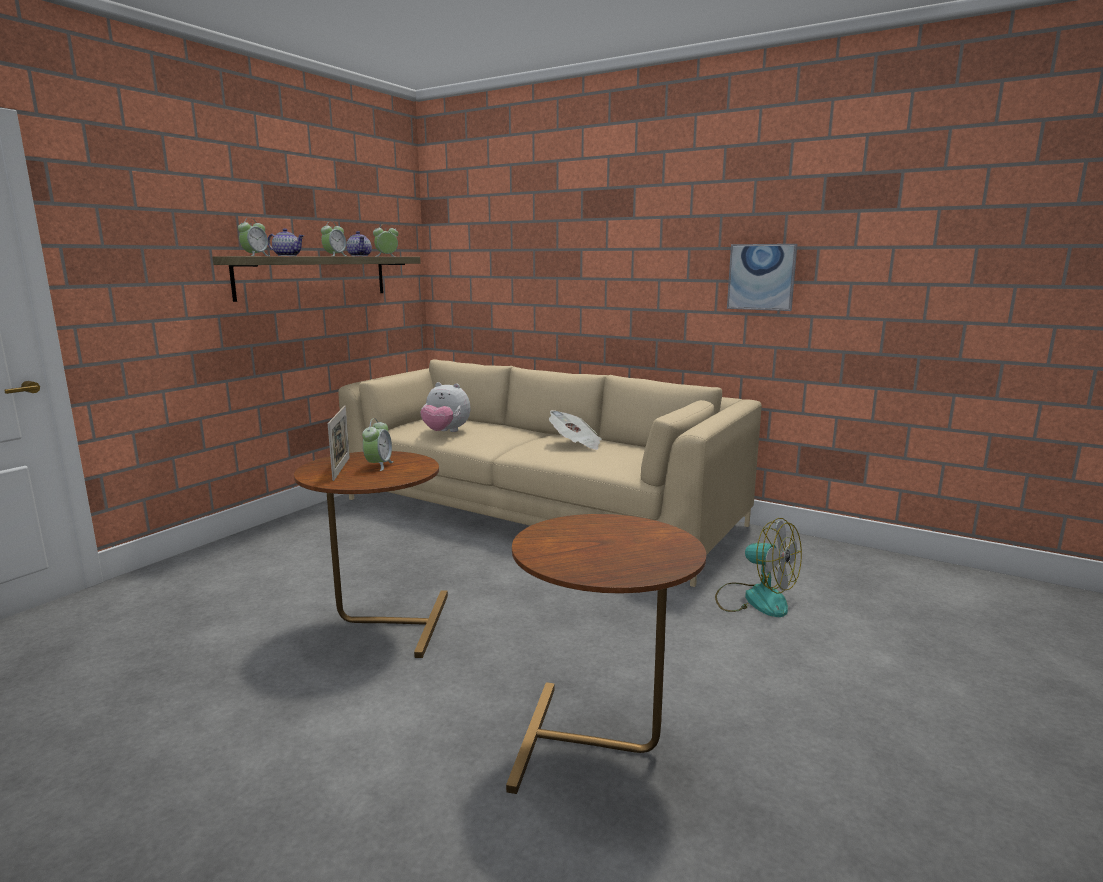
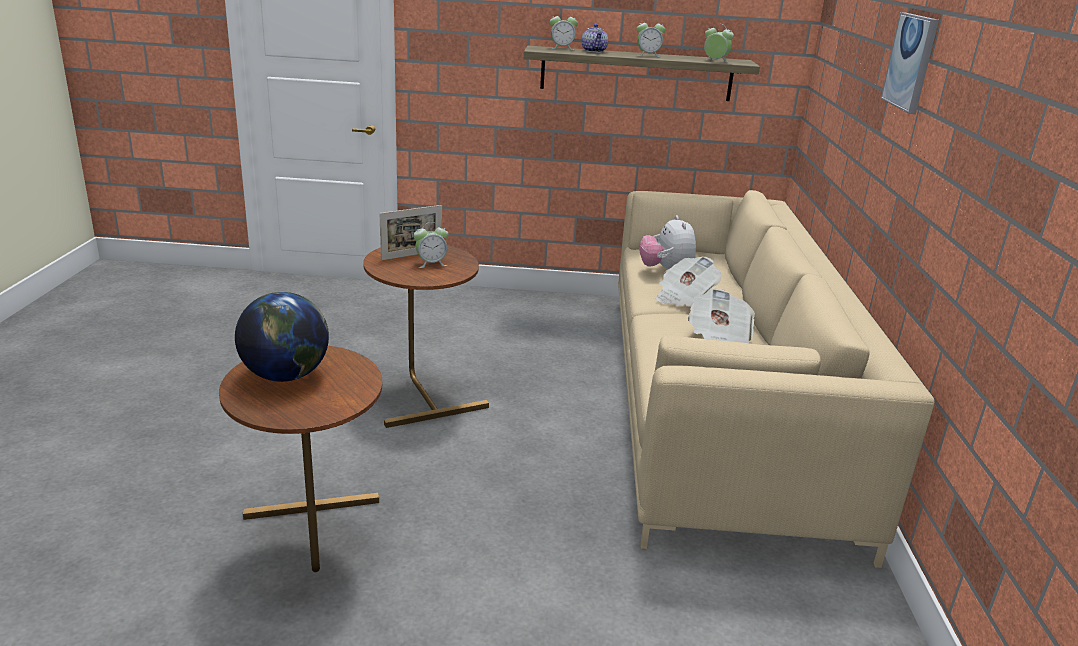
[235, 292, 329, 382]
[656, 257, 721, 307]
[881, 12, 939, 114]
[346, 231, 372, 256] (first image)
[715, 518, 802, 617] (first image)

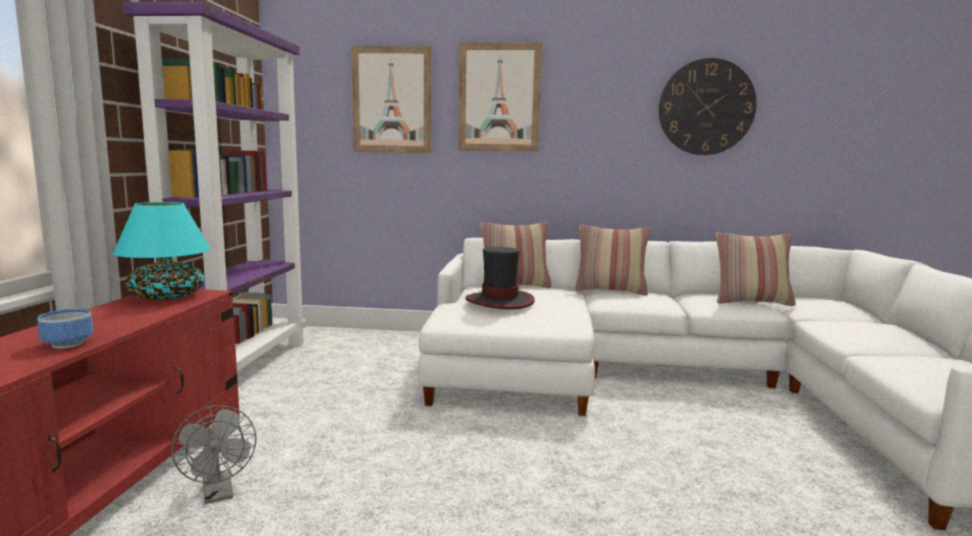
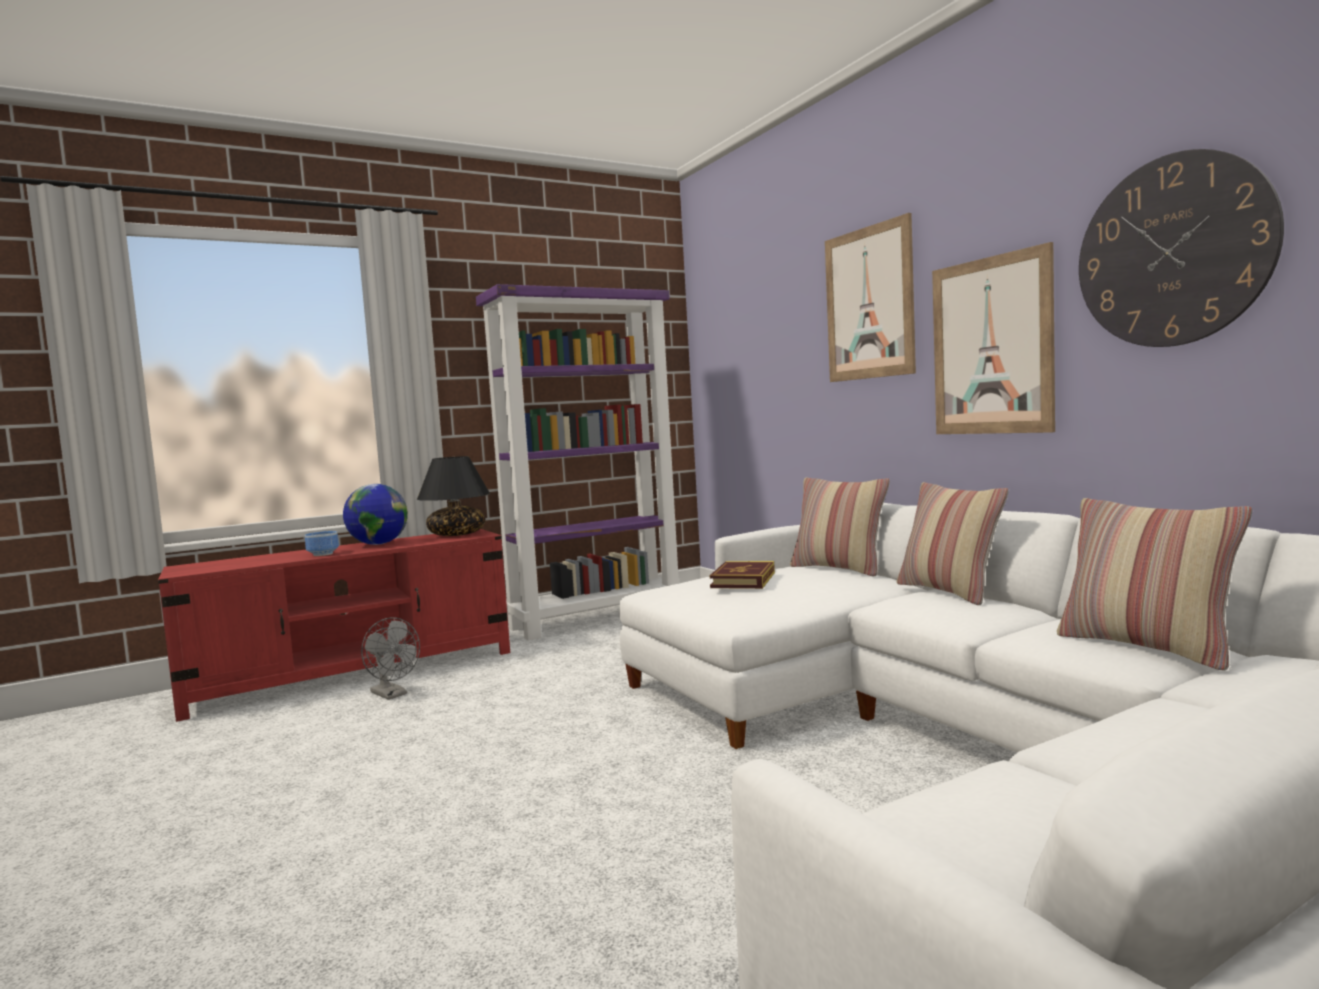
[343, 484, 408, 545]
[361, 617, 420, 700]
[417, 456, 490, 536]
[710, 561, 775, 589]
[932, 242, 1055, 434]

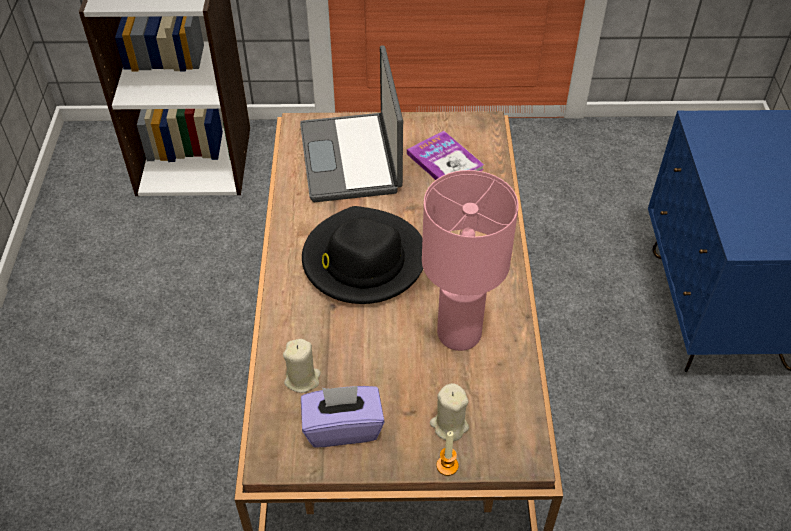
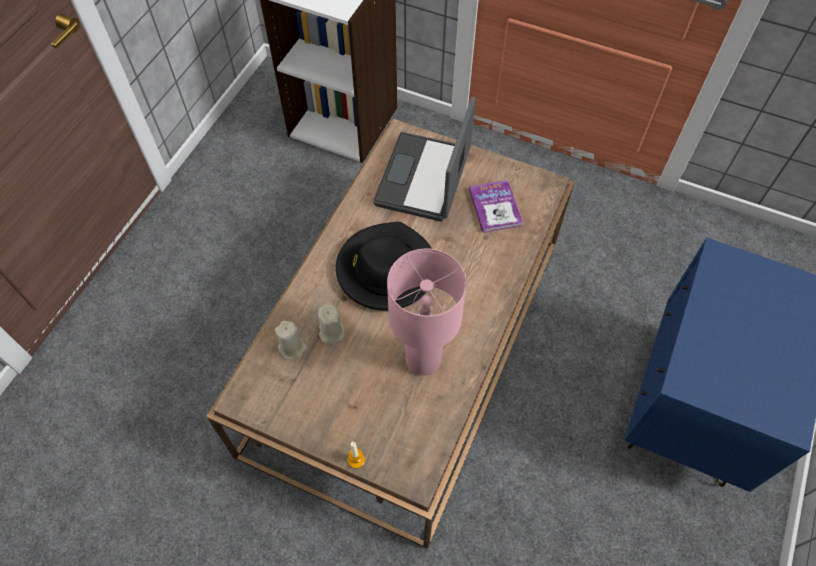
[318, 304, 344, 345]
[301, 386, 385, 448] (first image)

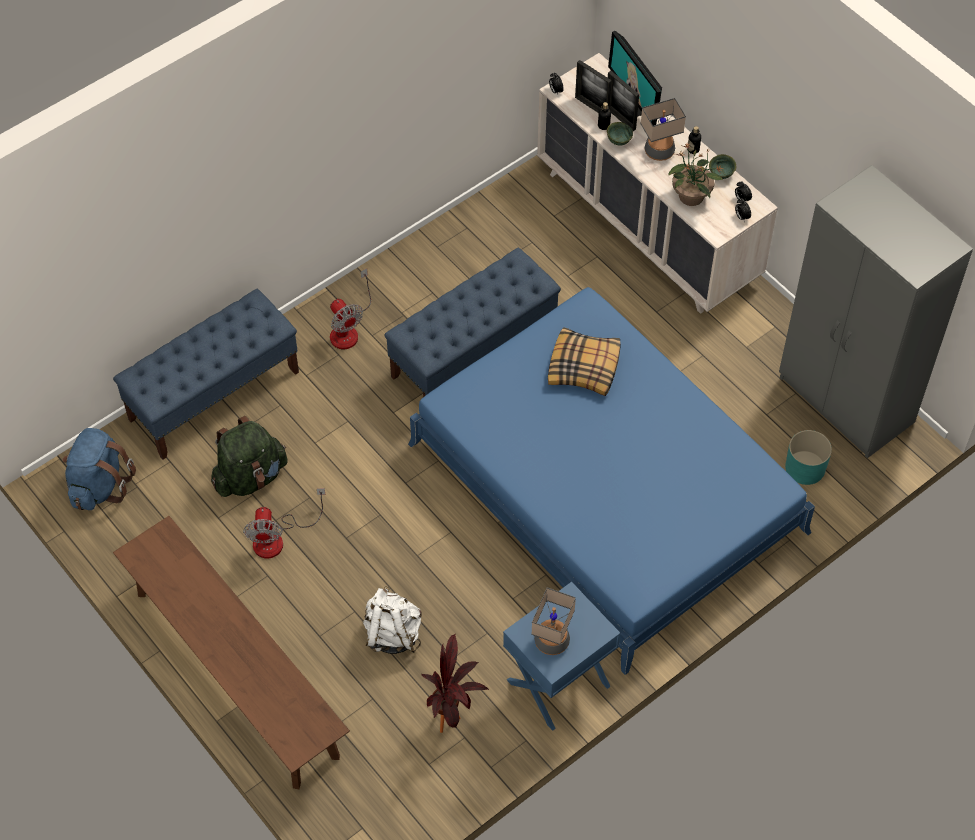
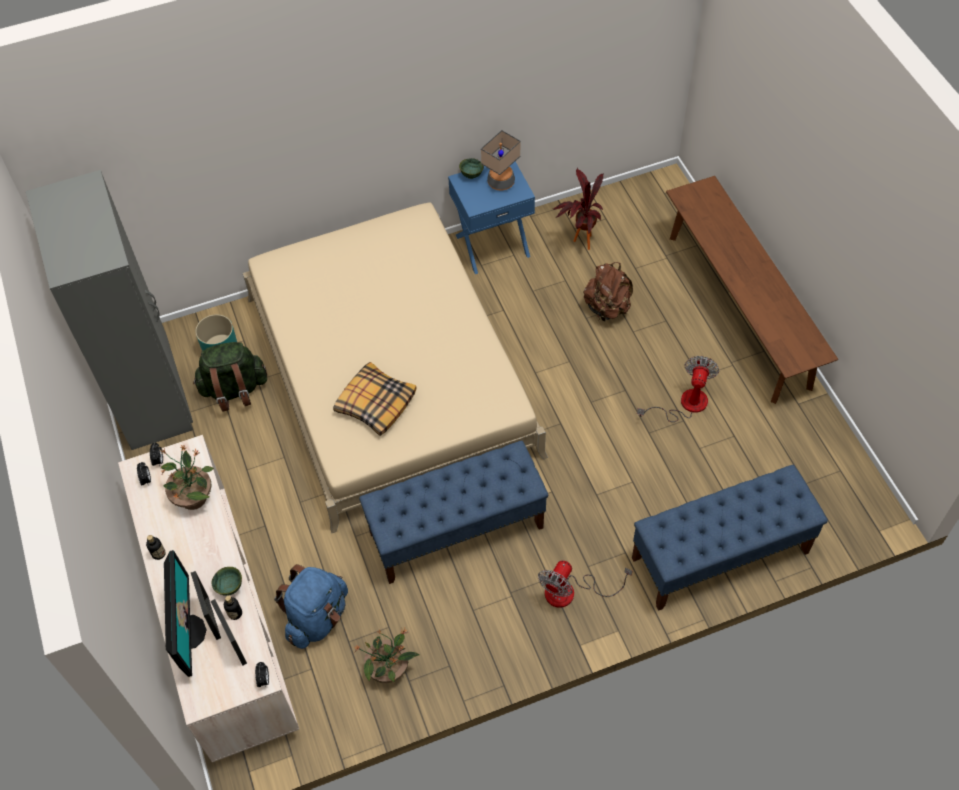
[193, 342, 267, 412]
[243, 202, 548, 533]
[274, 564, 348, 649]
[353, 628, 419, 683]
[459, 158, 484, 179]
[538, 560, 632, 608]
[584, 262, 633, 322]
[641, 98, 686, 161] (first image)

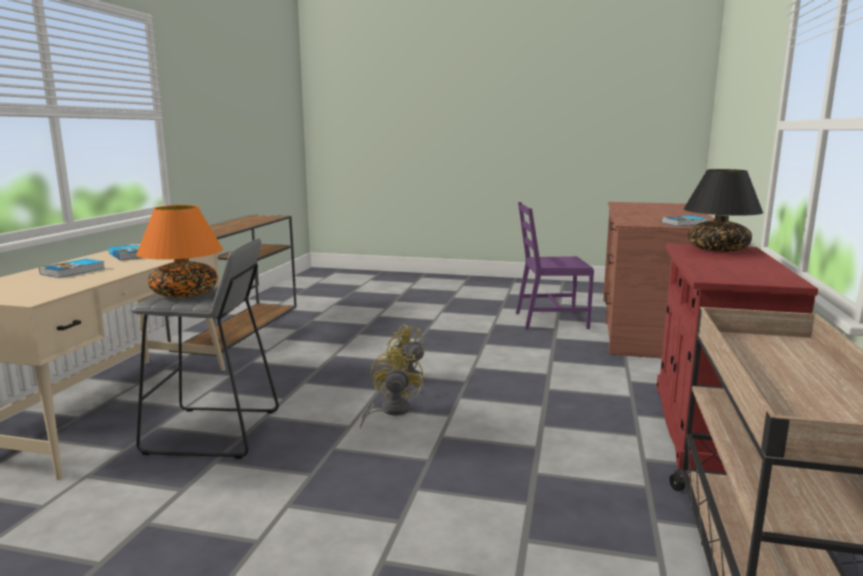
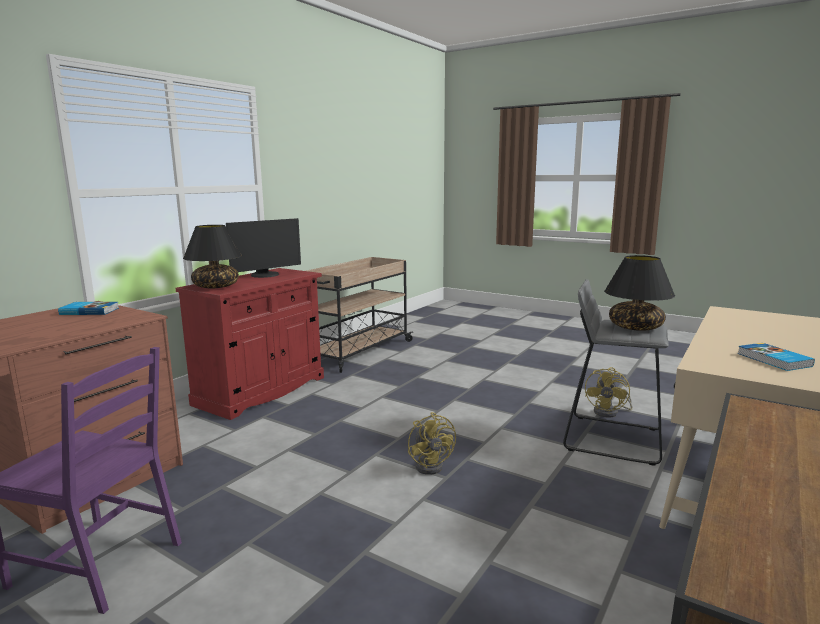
[226, 218, 301, 278]
[585, 367, 633, 418]
[604, 255, 675, 331]
[39, 259, 105, 278] (first image)

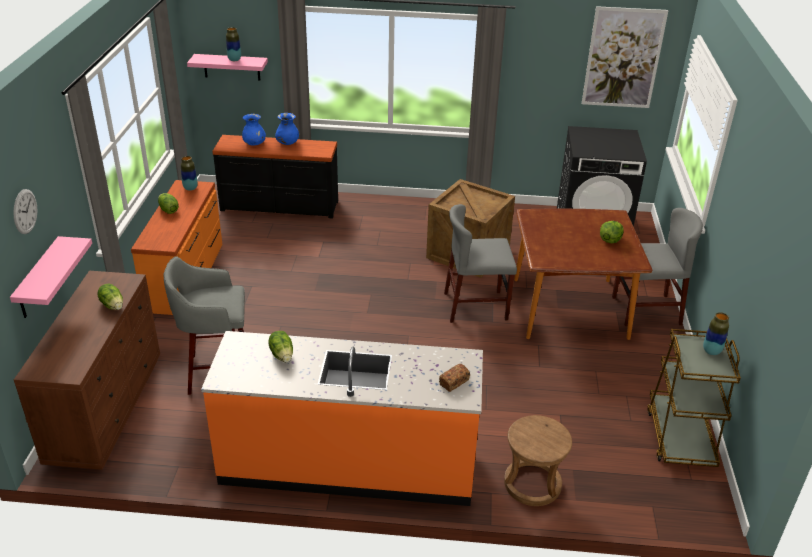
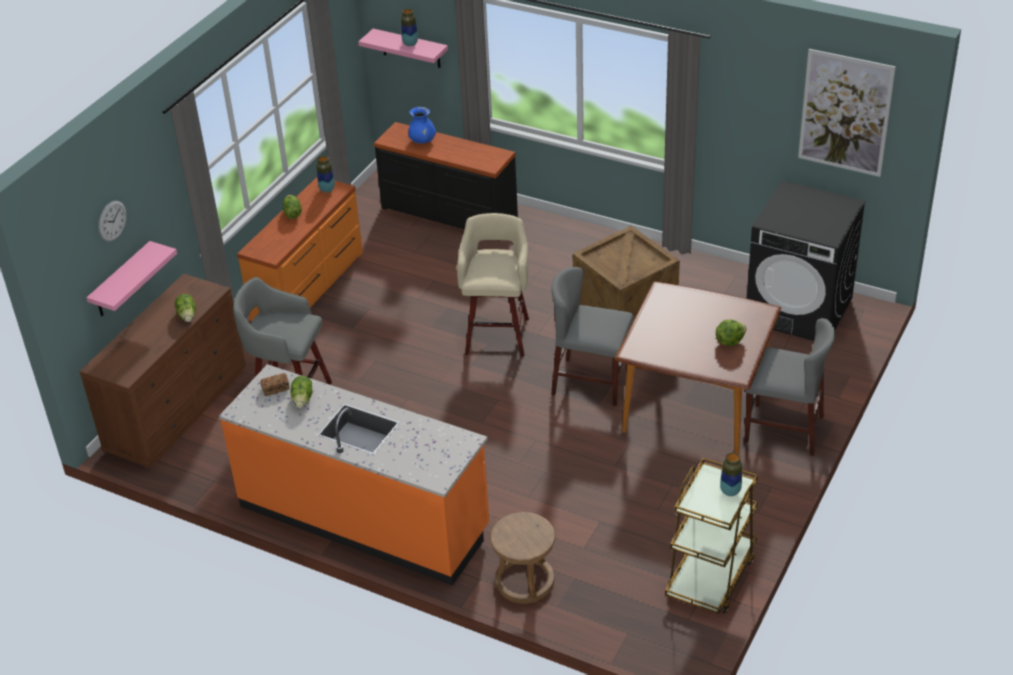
[260, 373, 290, 396]
[457, 213, 529, 357]
[275, 113, 299, 145] (first image)

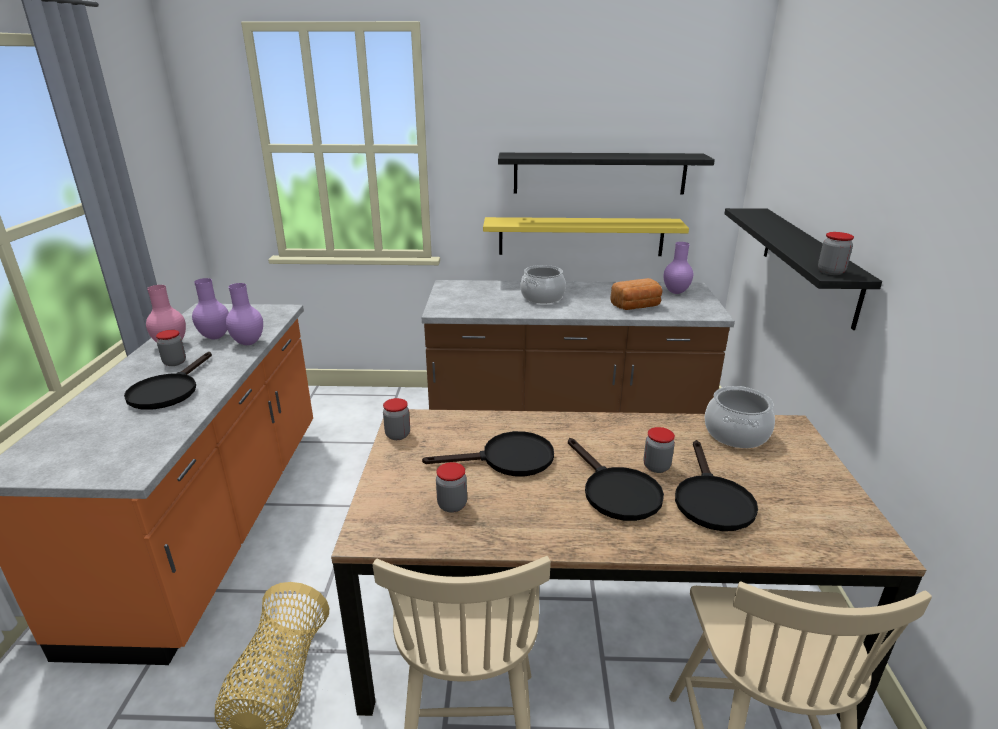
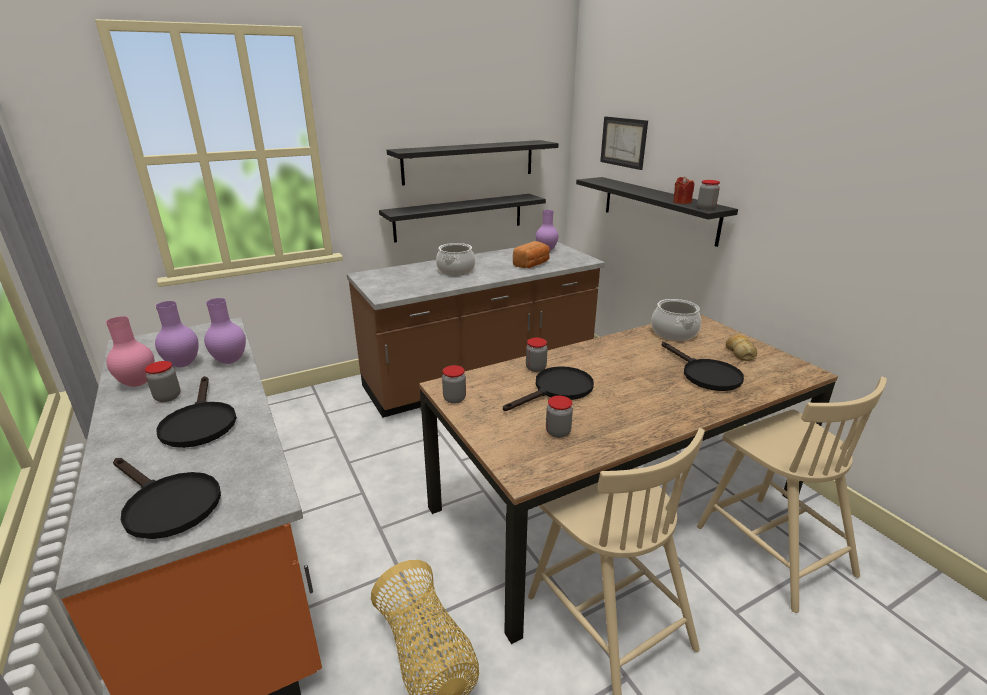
[113, 458, 221, 539]
[379, 194, 546, 243]
[526, 338, 548, 372]
[600, 116, 648, 170]
[673, 177, 694, 204]
[726, 335, 757, 361]

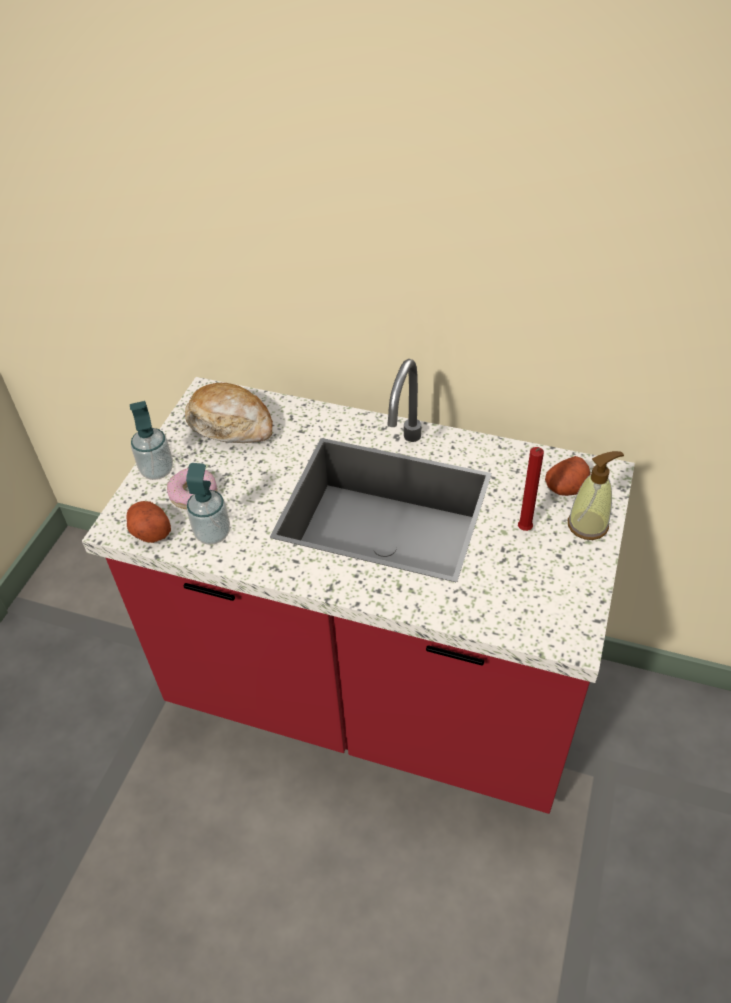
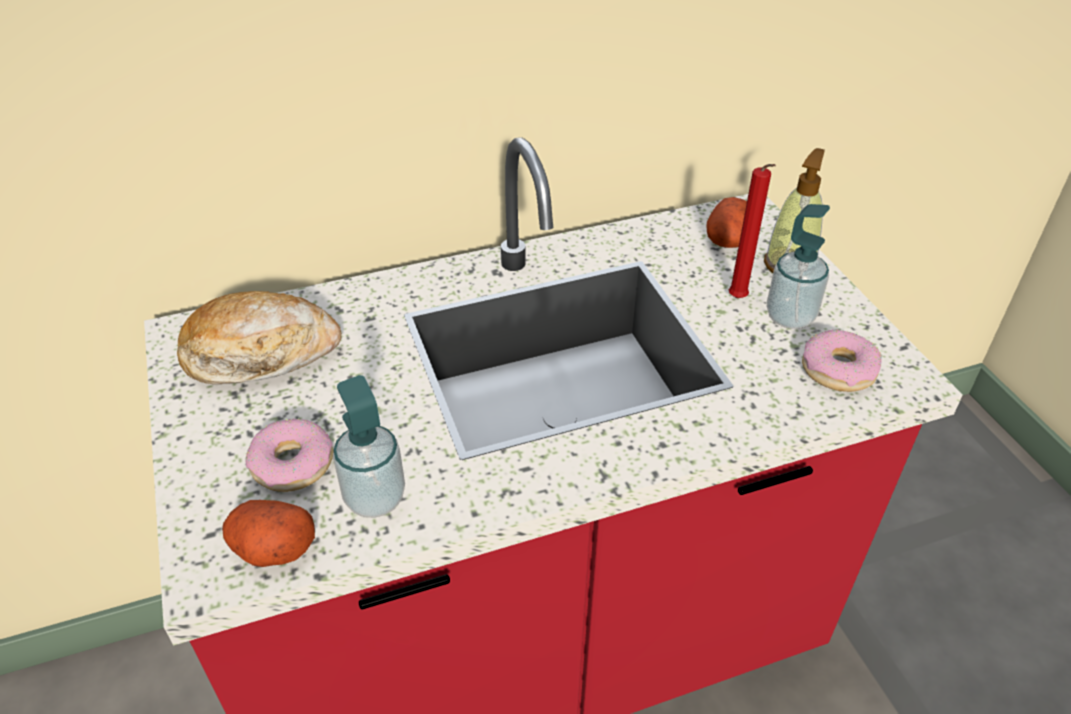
[767, 204, 830, 329]
[802, 330, 882, 392]

